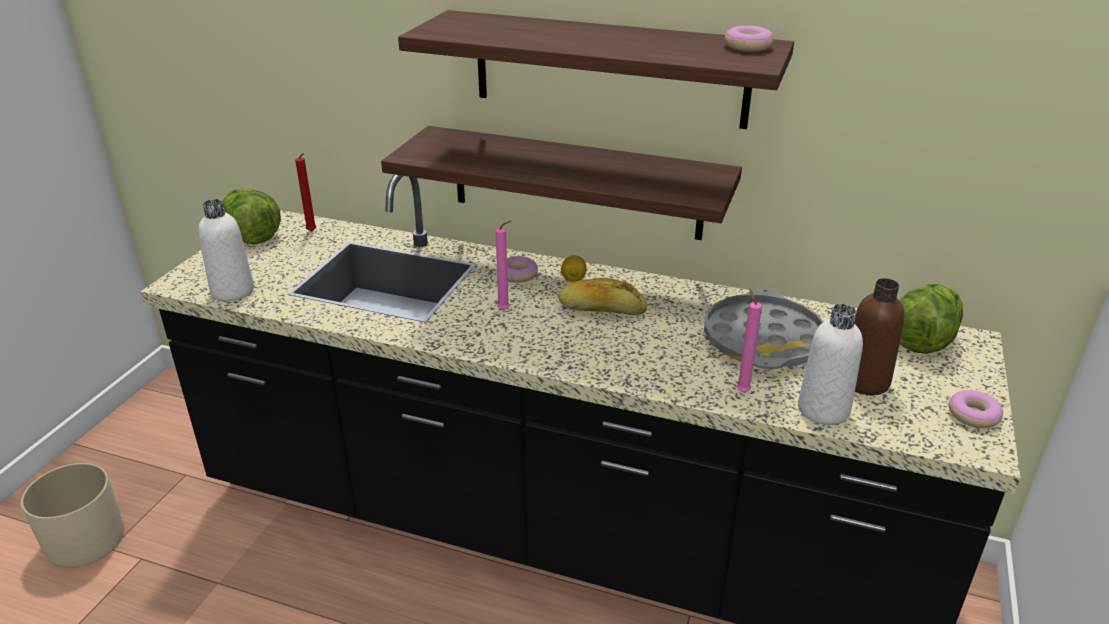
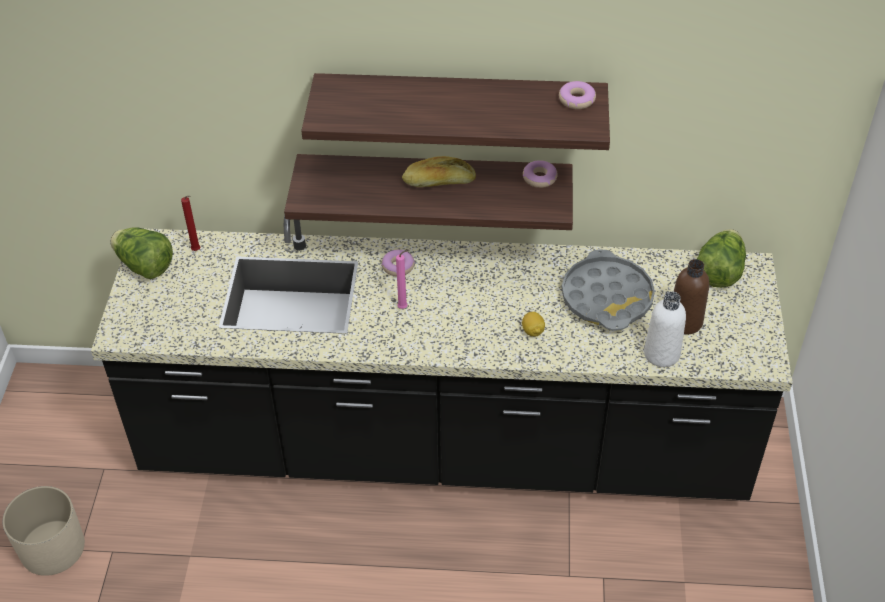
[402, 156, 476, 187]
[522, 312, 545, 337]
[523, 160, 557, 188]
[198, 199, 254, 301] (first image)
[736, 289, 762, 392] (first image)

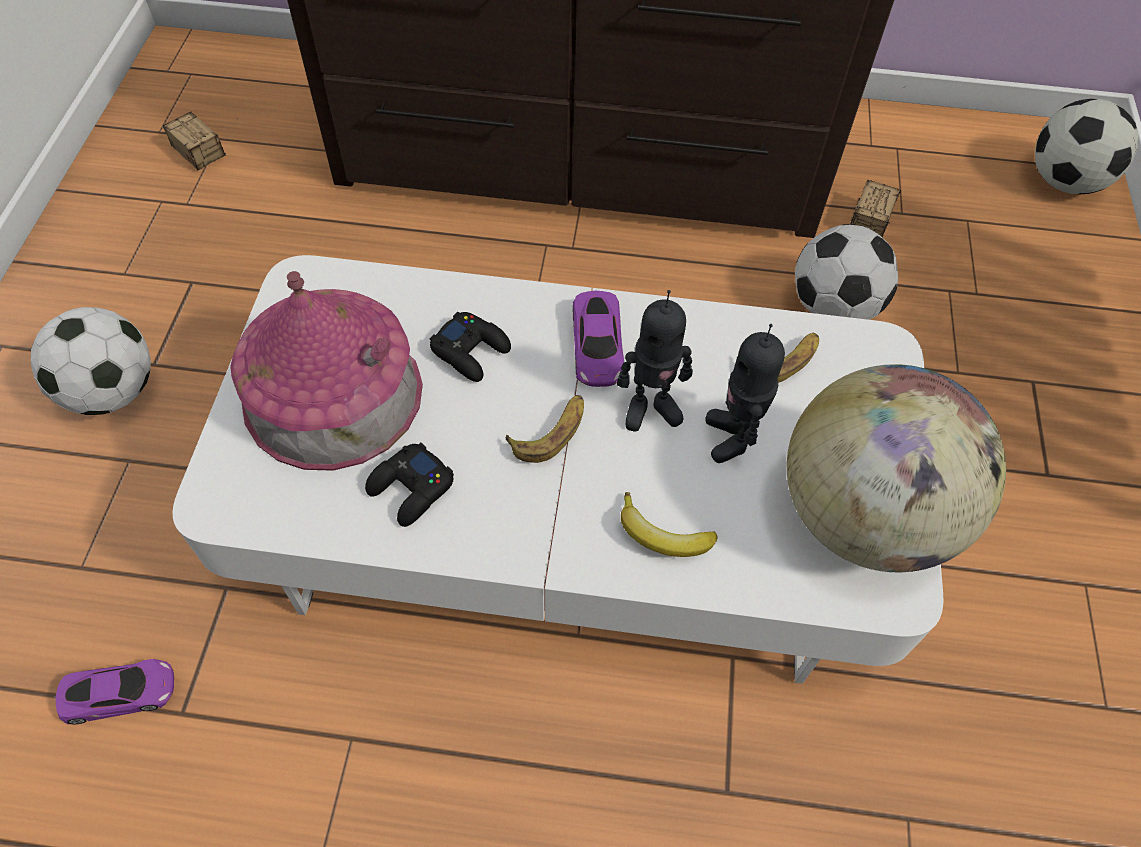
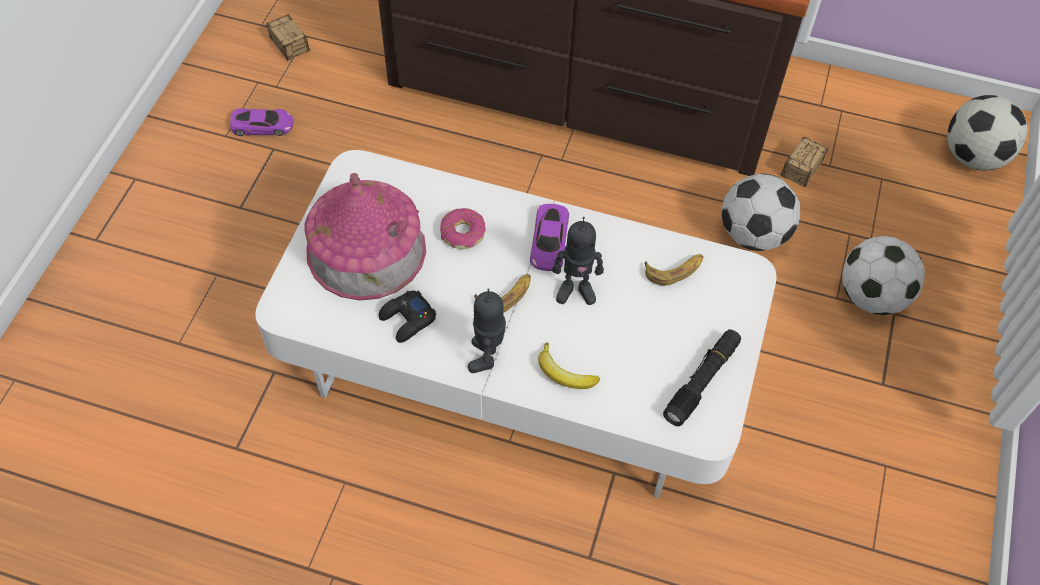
[230, 109, 293, 136]
[440, 208, 486, 249]
[468, 288, 506, 373]
[663, 329, 741, 426]
[842, 236, 925, 315]

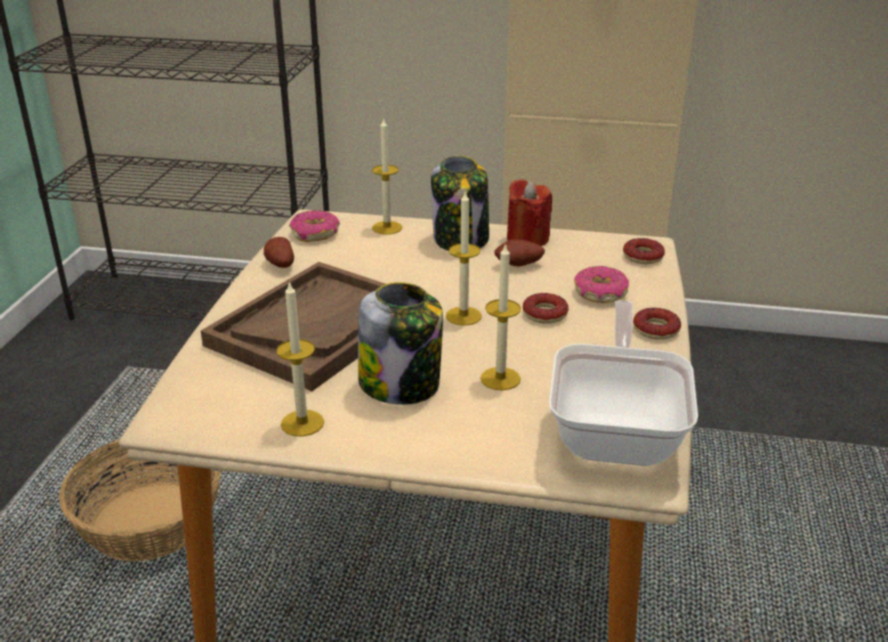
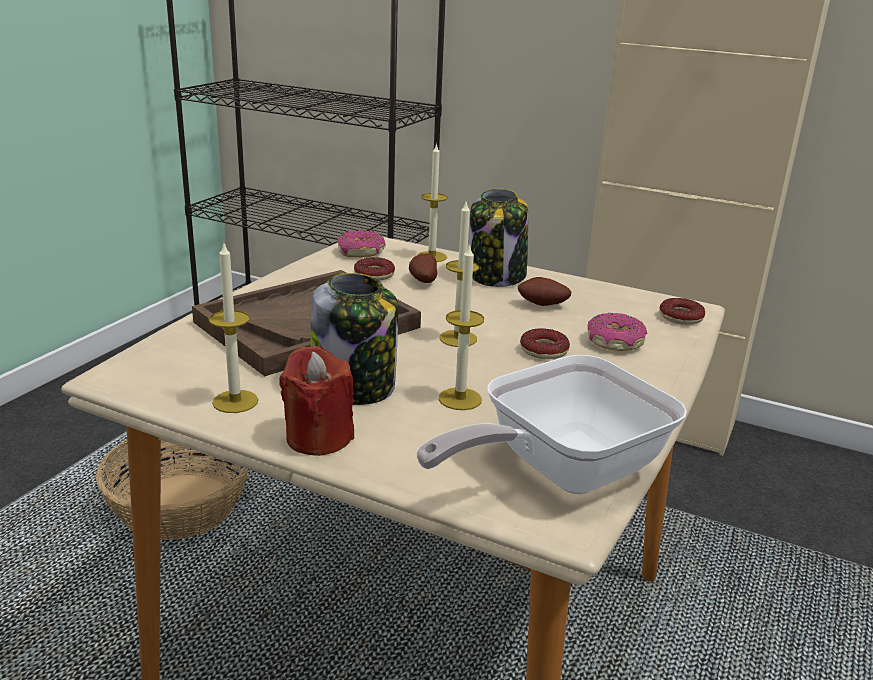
[279, 346, 354, 456]
[354, 257, 395, 281]
[409, 253, 437, 283]
[417, 354, 687, 494]

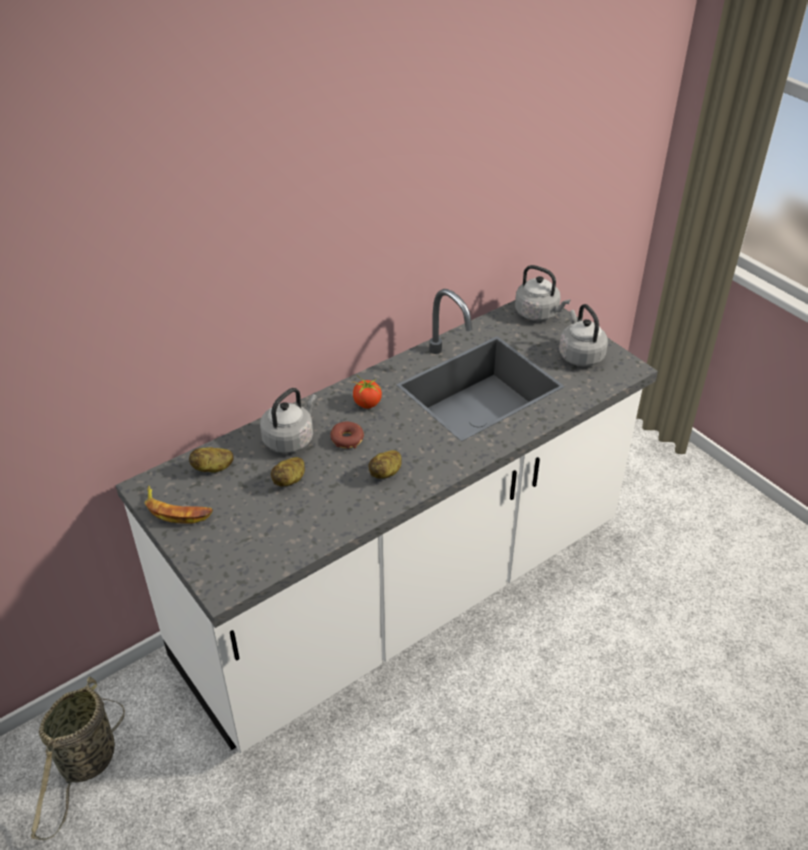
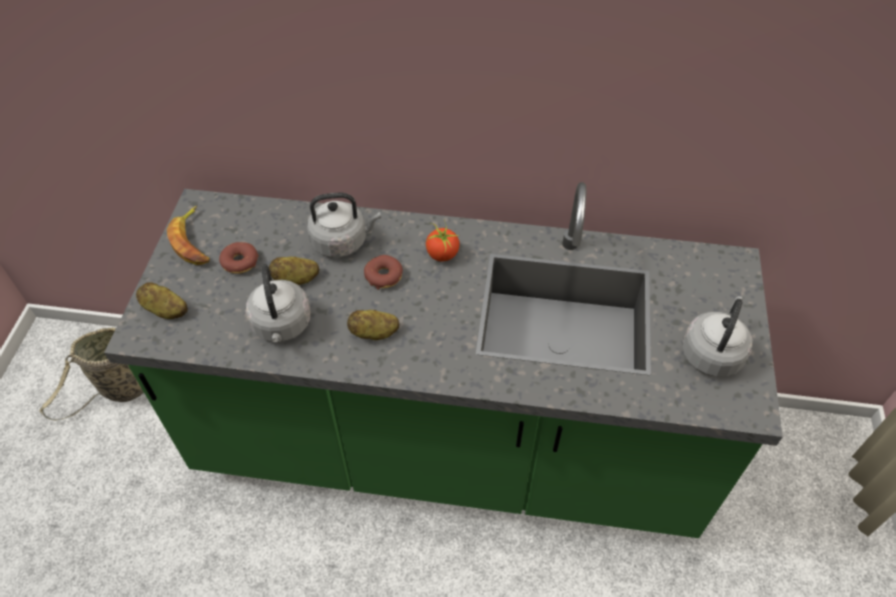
[104, 182, 783, 538]
[136, 282, 188, 319]
[219, 242, 259, 274]
[246, 264, 311, 343]

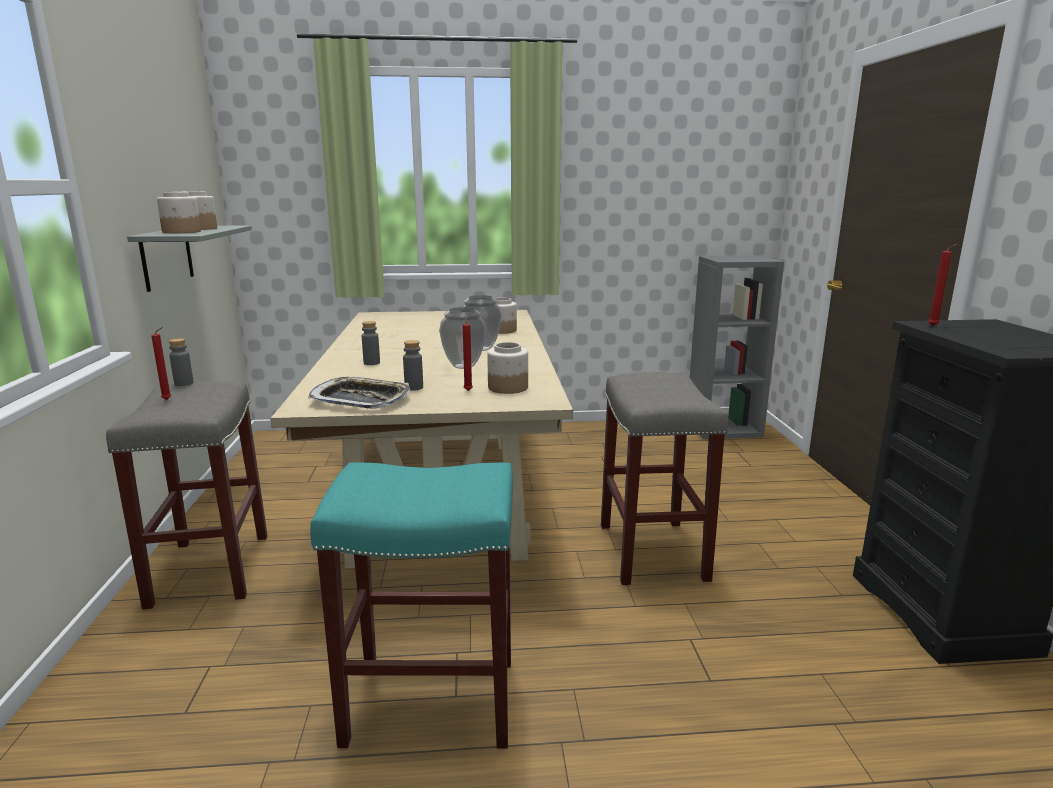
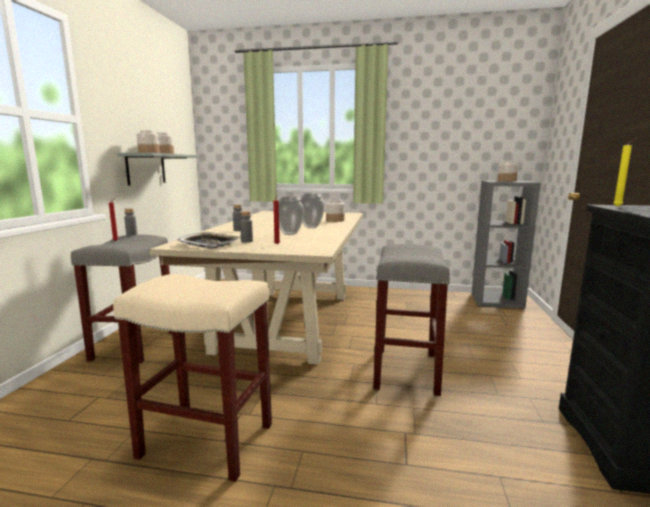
[113, 274, 272, 482]
[497, 161, 518, 181]
[613, 138, 637, 207]

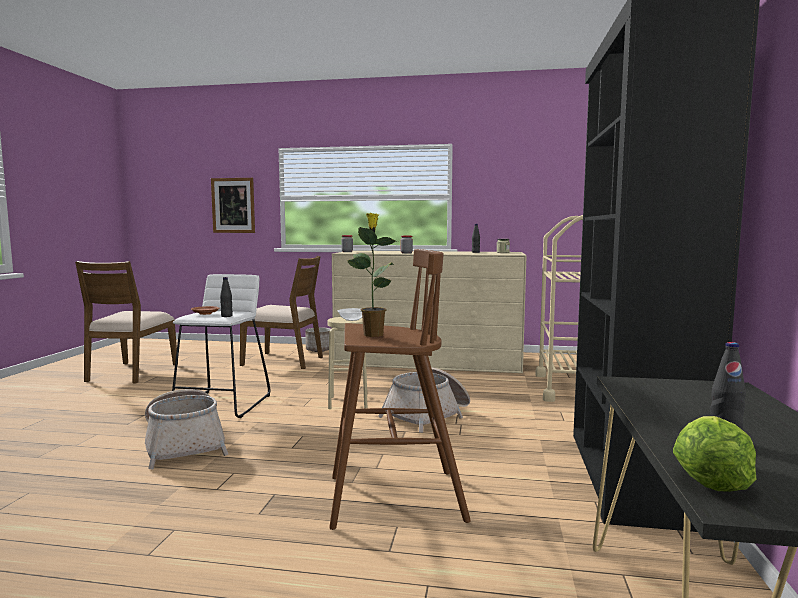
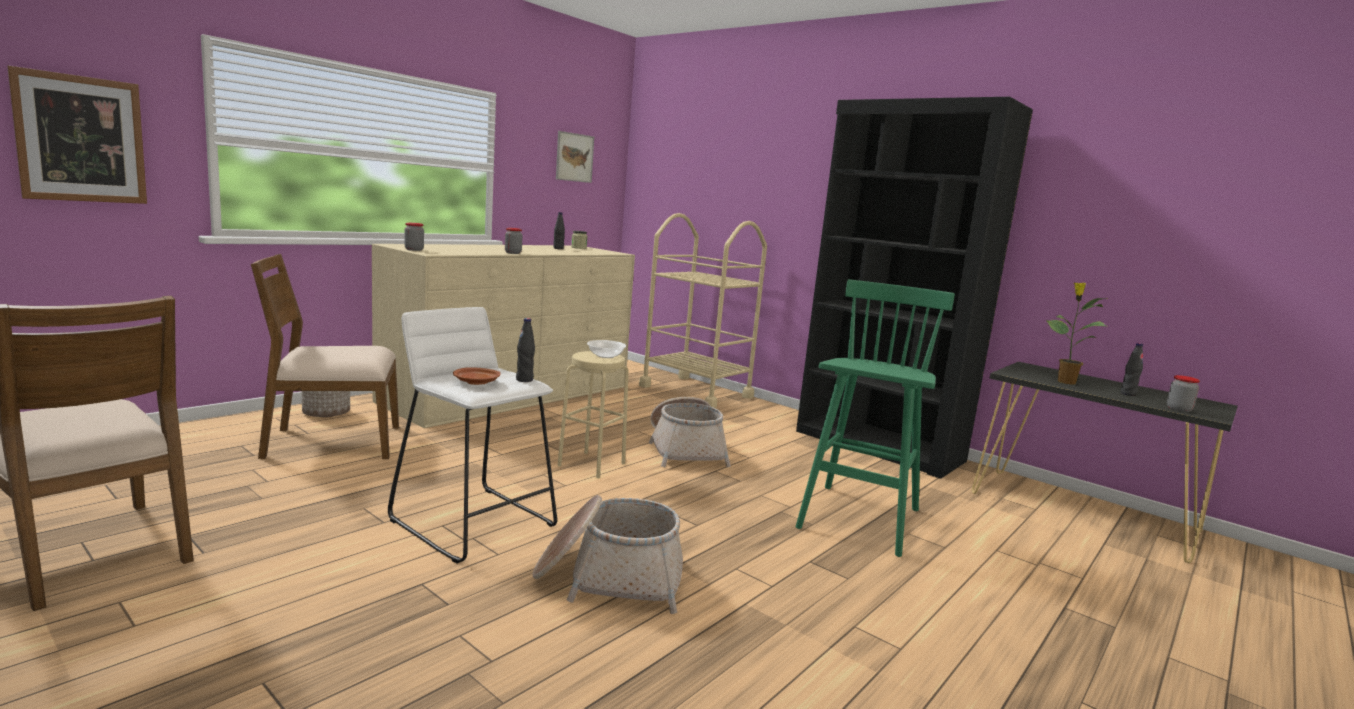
[251, 254, 399, 459]
[556, 131, 594, 183]
[796, 279, 955, 557]
[1046, 283, 1108, 385]
[1167, 375, 1200, 412]

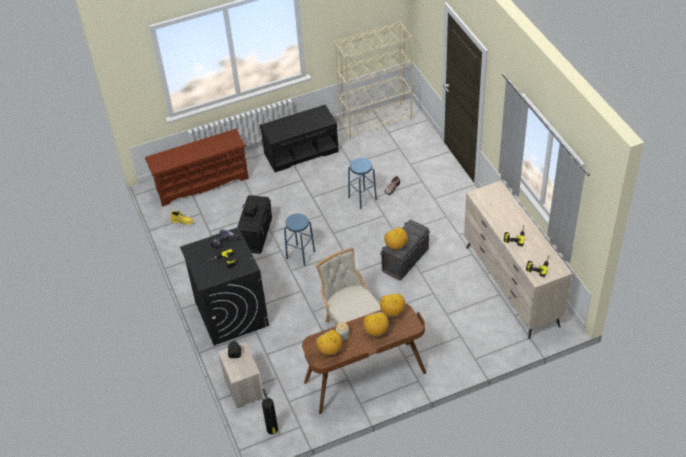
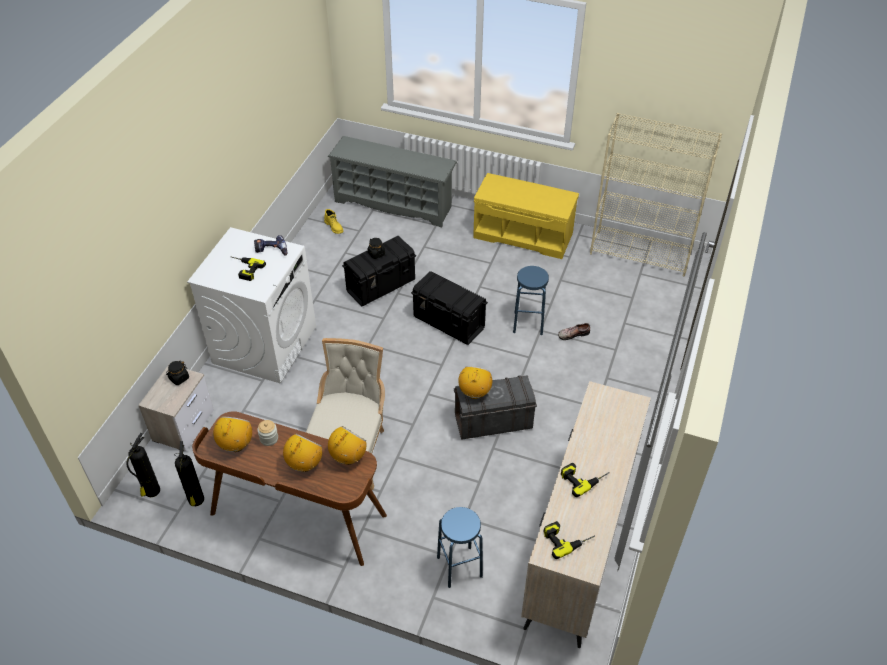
[175, 441, 204, 506]
[187, 227, 316, 383]
[328, 136, 457, 227]
[411, 271, 488, 345]
[437, 507, 483, 588]
[473, 173, 579, 259]

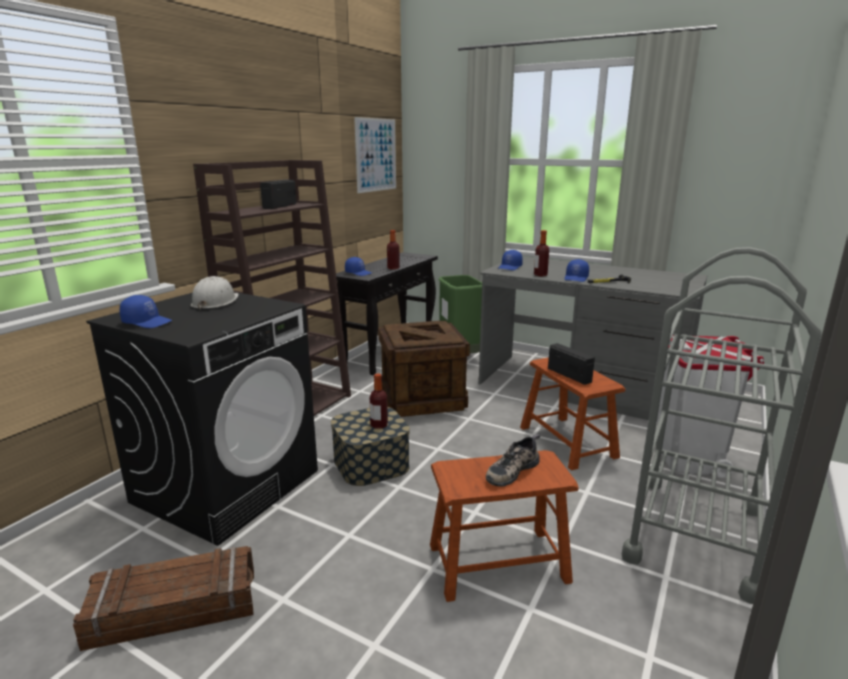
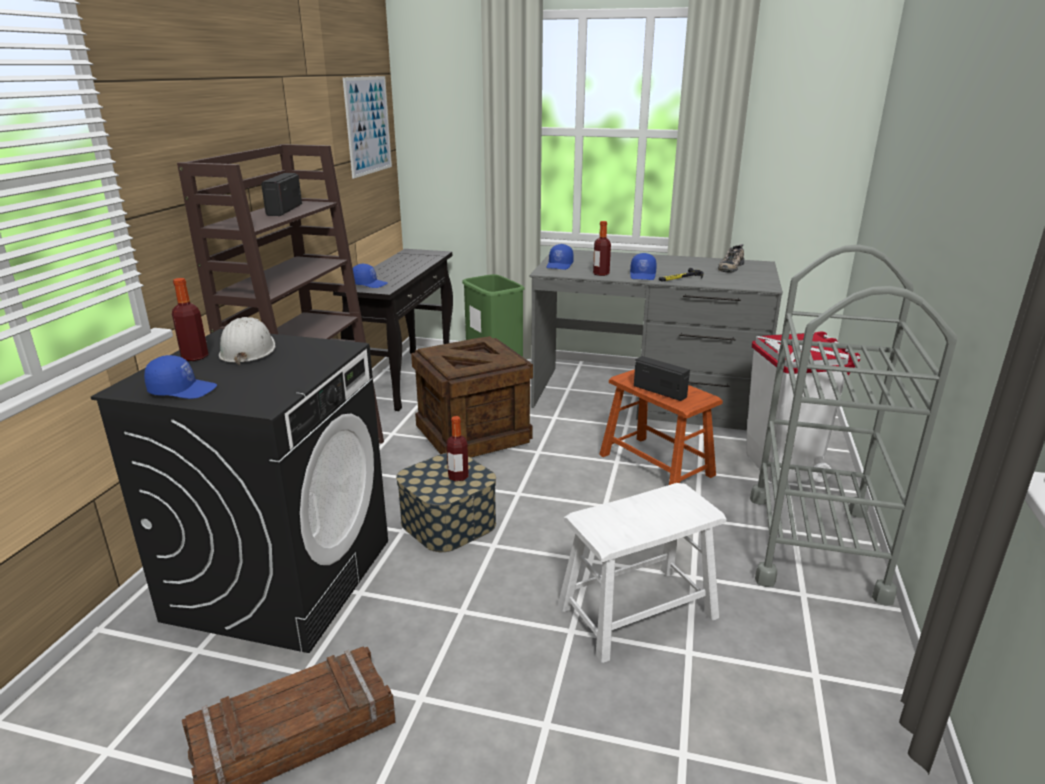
[172, 278, 208, 361]
[558, 483, 727, 663]
[718, 244, 744, 272]

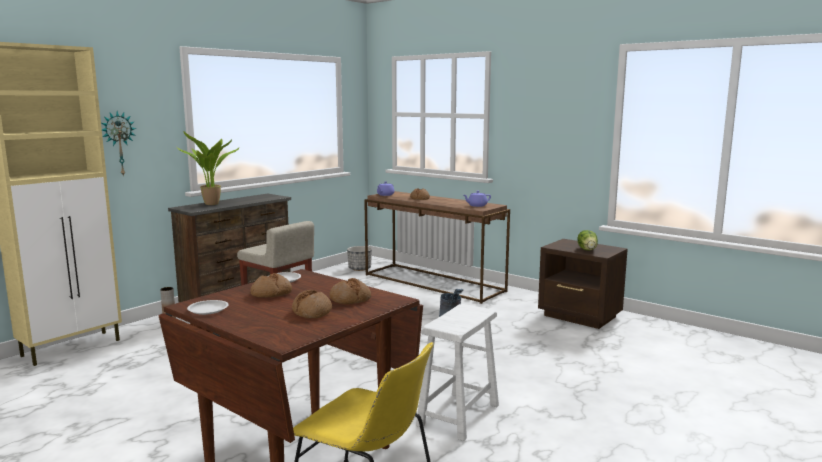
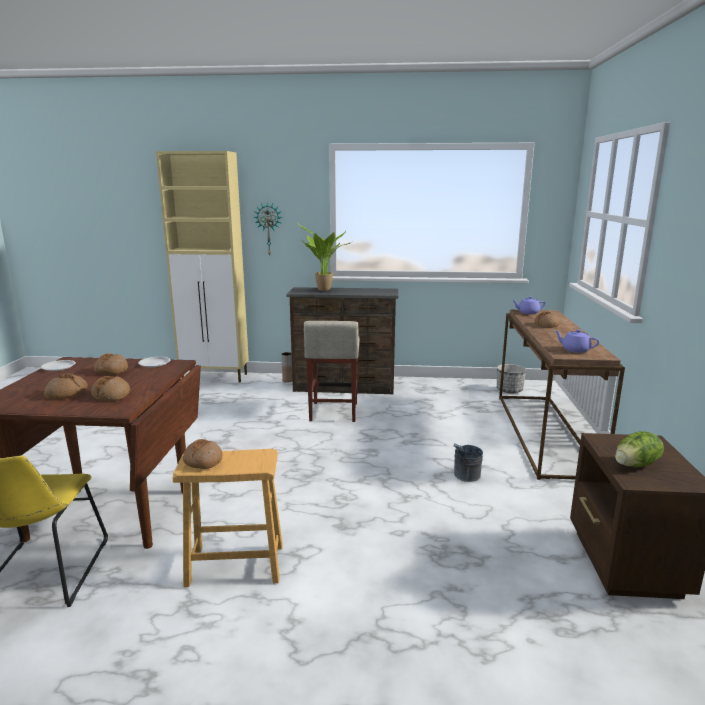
[173, 449, 283, 587]
[183, 439, 222, 469]

